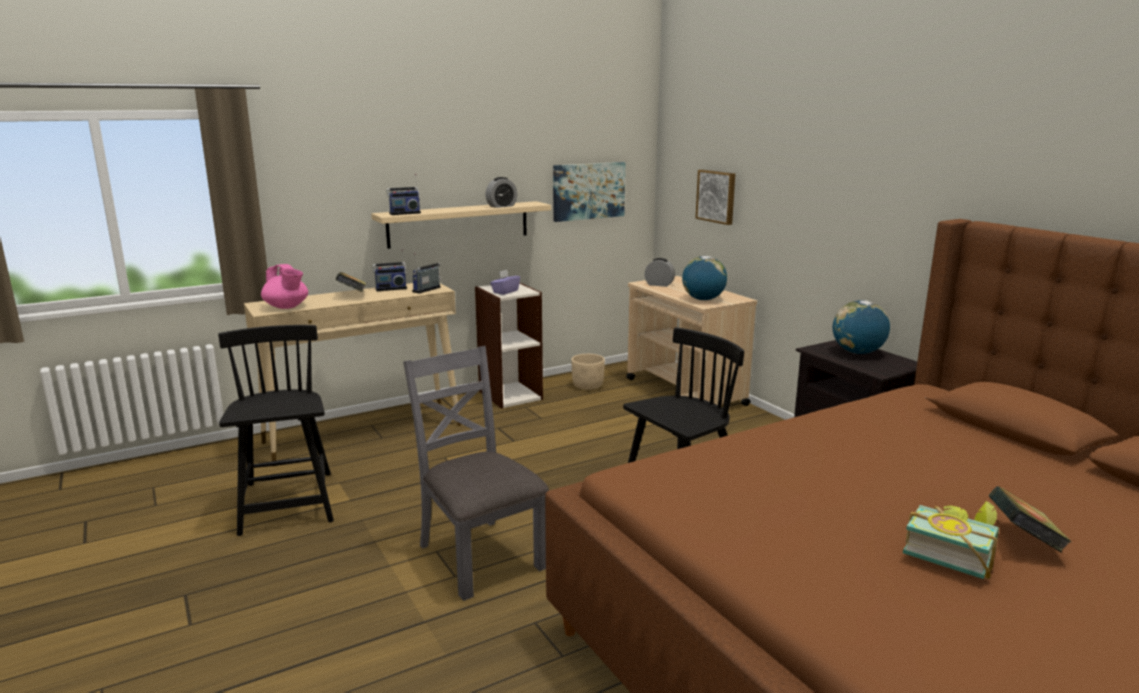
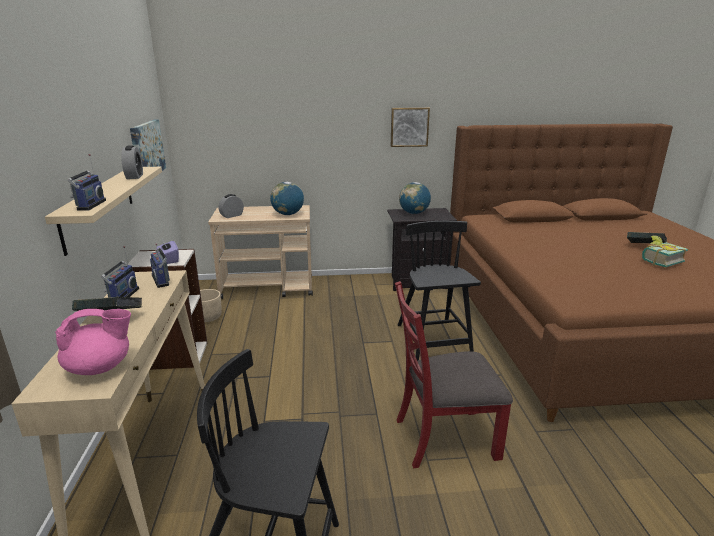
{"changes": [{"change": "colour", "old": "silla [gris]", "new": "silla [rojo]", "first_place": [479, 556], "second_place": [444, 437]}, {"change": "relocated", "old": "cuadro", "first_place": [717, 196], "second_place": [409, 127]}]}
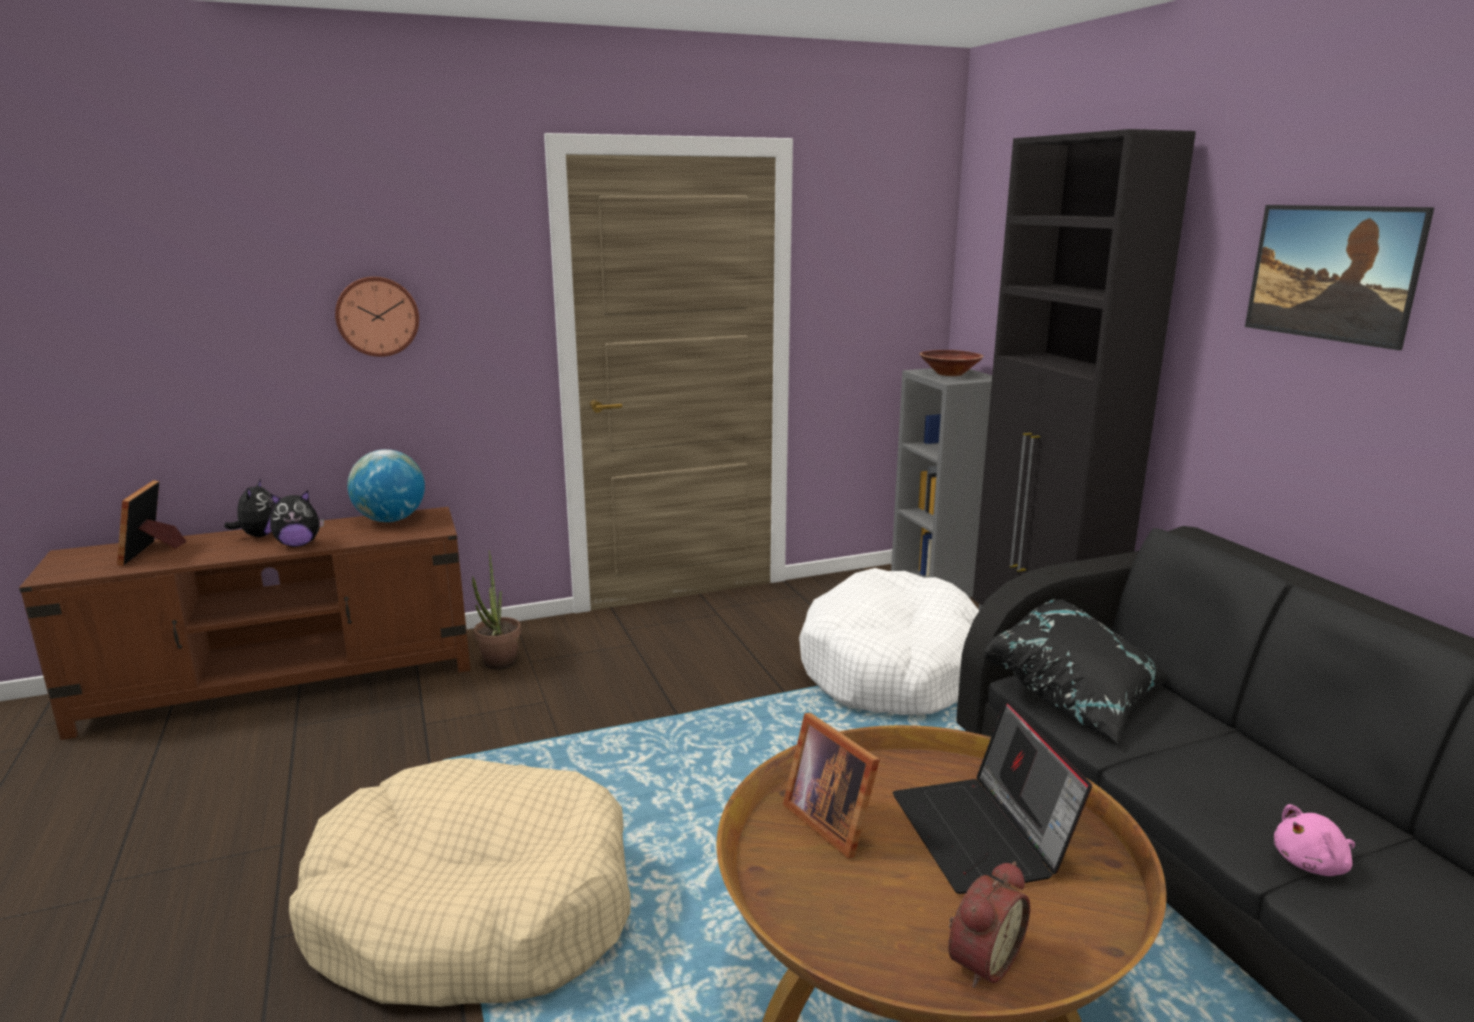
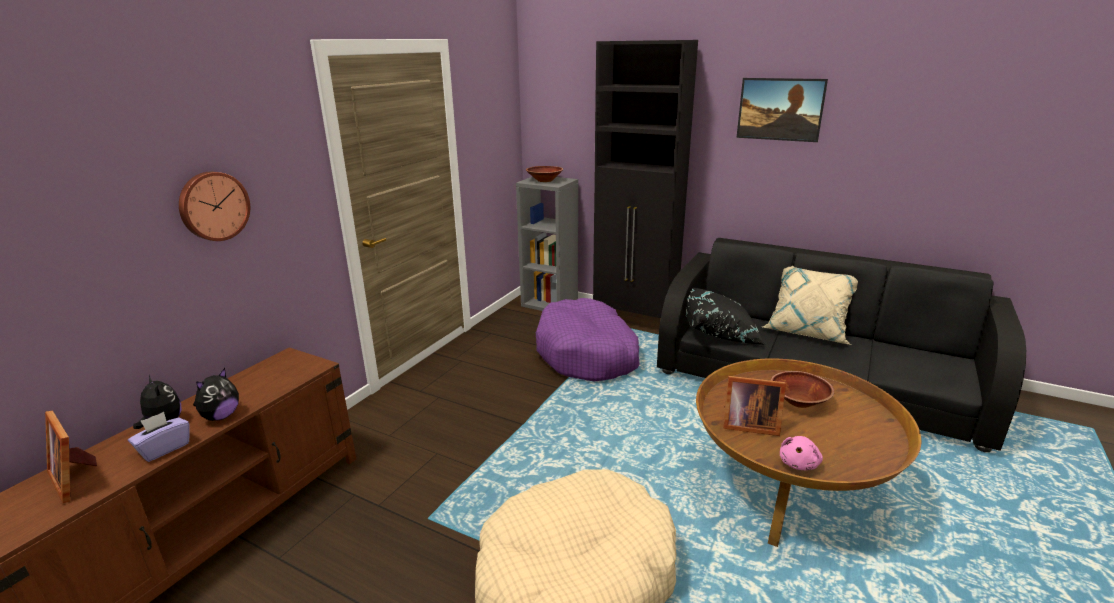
{"changes": [{"change": "missing", "old": "globo terráqueo", "first_place": [390, 520]}, {"change": "missing", "old": "planta en maceta", "first_place": [498, 666]}, {"change": "colour", "old": "cama para perro [blanco]", "new": "cama para perro [morado]", "first_place": [891, 668], "second_place": [587, 354]}, {"change": "exchanged", "old": "portátil", "new": "cuenco [marrón]", "first_place": [983, 835], "second_place": [799, 401]}, {"change": "missing", "old": "despertador", "first_place": [980, 960]}, {"change": "relocated", "old": "peluche [rosa]", "first_place": [1312, 864], "second_place": [799, 463]}, {"change": "appeared", "new": "caja de pañuelos [morado]", "second_place": [164, 448]}, {"change": "appeared", "new": "cojín [beis]", "second_place": [807, 331]}]}
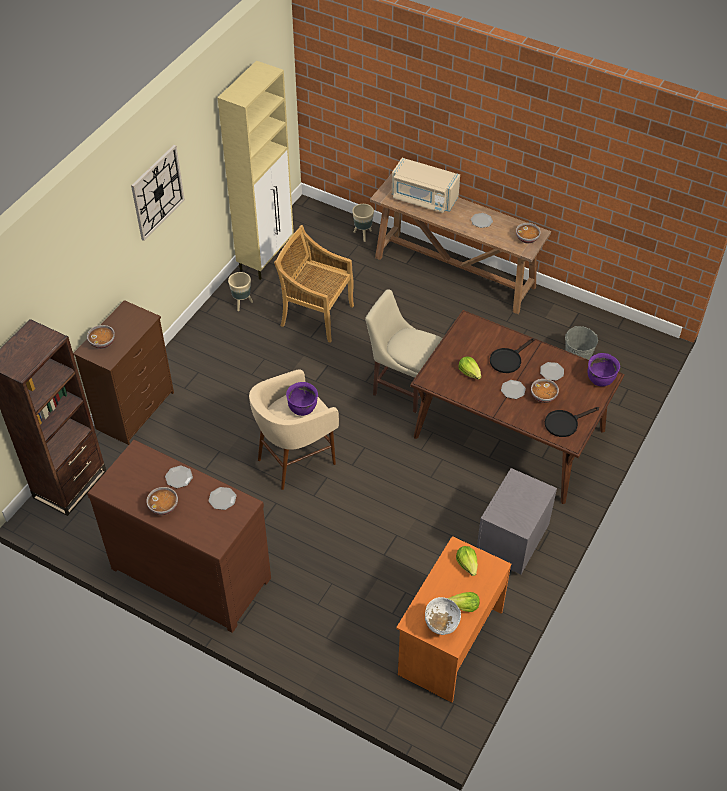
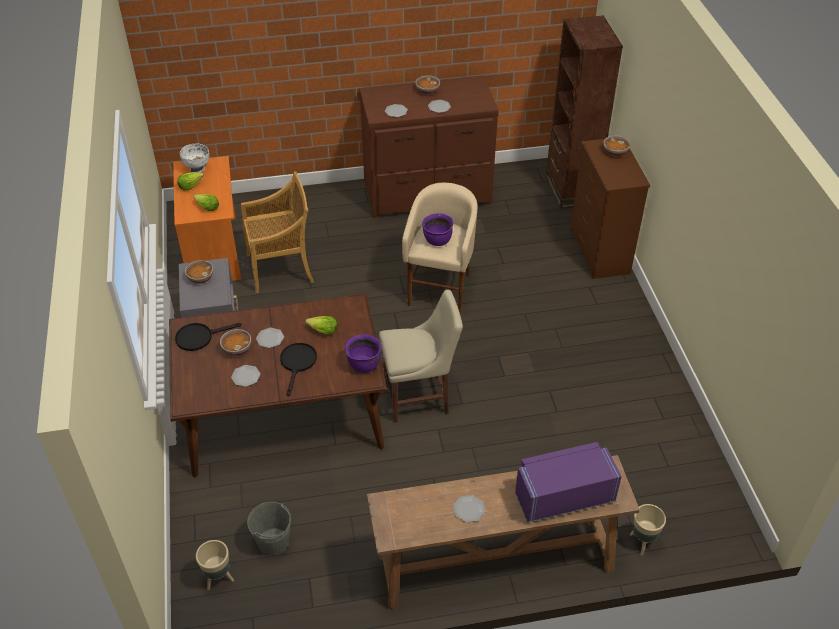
{"changes": [{"change": "missing", "old": "reloj de pared", "first_place": [157, 192]}, {"change": "missing", "old": "armario [beis]", "first_place": [266, 257]}, {"change": "relocated", "old": "maceta [beis]", "first_place": [242, 304], "second_place": [218, 579]}, {"change": "relocated", "old": "silla [beis]", "first_place": [316, 315], "second_place": [281, 268]}, {"change": "colour", "old": "microondas [beis]", "new": "microondas [morado]", "first_place": [424, 198], "second_place": [563, 496]}, {"change": "relocated", "old": "cuenco", "first_place": [527, 239], "second_place": [200, 278]}, {"change": "spun", "old": "sartén [negro]", "first_place": [565, 423], "second_place": [199, 337], "degrees": -135}, {"change": "relocated", "old": "olla [morado]", "first_place": [600, 380], "second_place": [364, 365]}]}
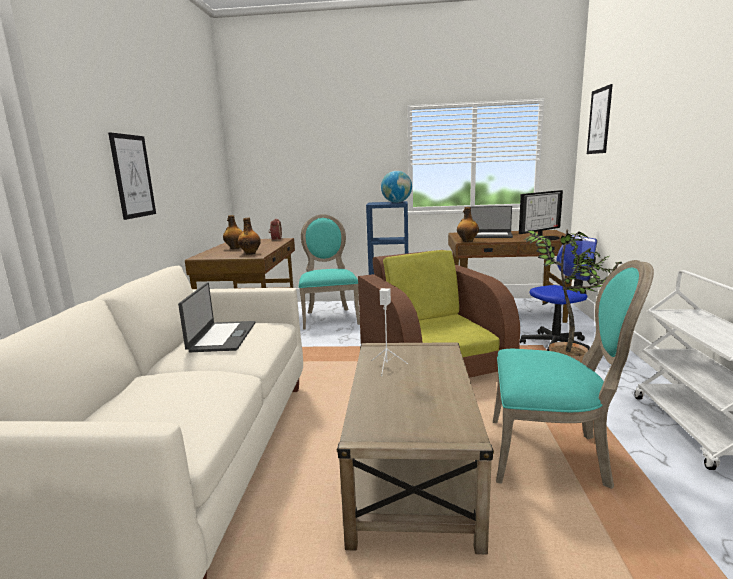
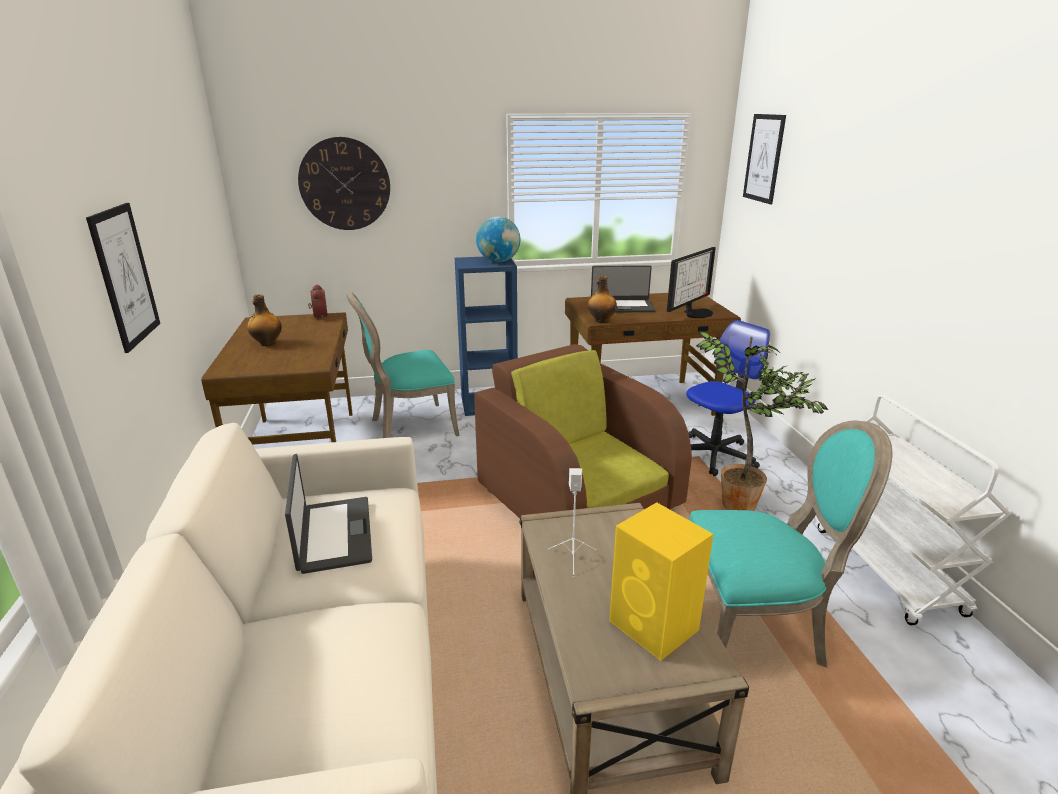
{"changes": [{"change": "missing", "old": "botella", "first_place": [250, 253]}, {"change": "spun", "old": "silla [turquesa]", "first_place": [329, 317], "second_place": [410, 426], "degrees": -90}, {"change": "appeared", "new": "reloj de pared", "second_place": [345, 184]}, {"change": "appeared", "new": "altavoz [amarillo]", "second_place": [655, 626]}]}
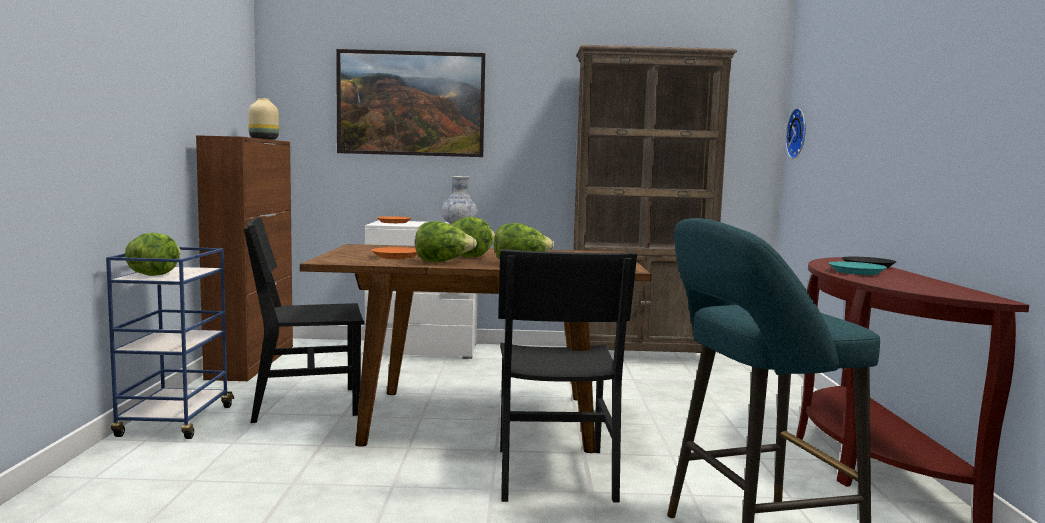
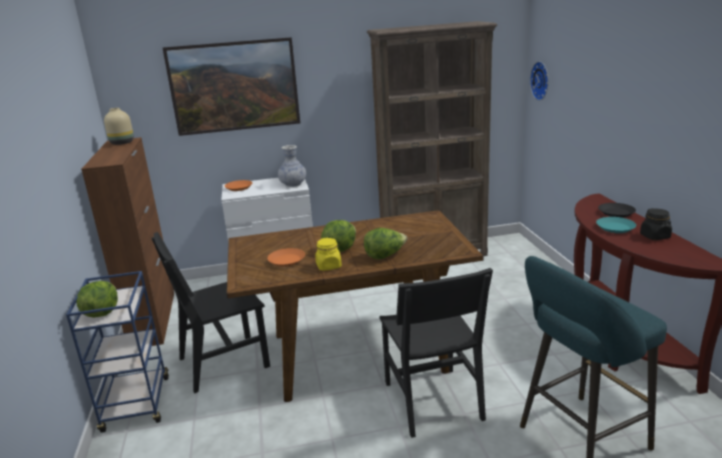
{"changes": [{"change": "exchanged", "old": "lechuga", "new": "tarro [amarillo]", "first_place": [443, 262], "second_place": [329, 266]}, {"change": "appeared", "new": "tarro [negro]", "second_place": [655, 236]}]}
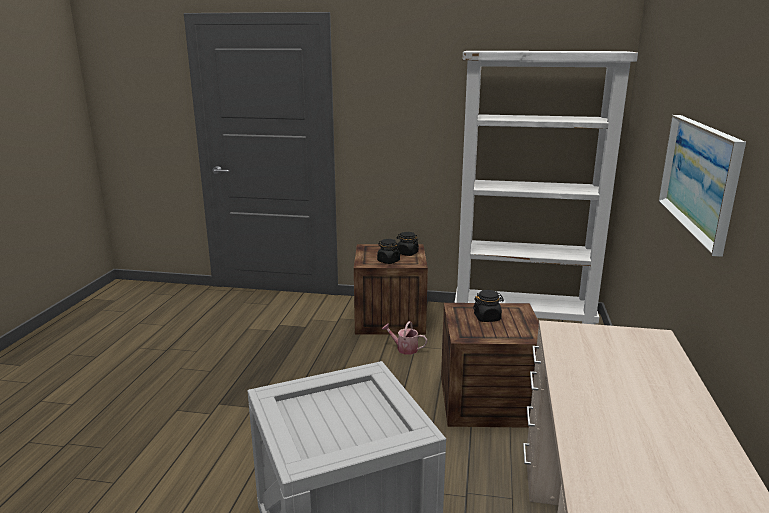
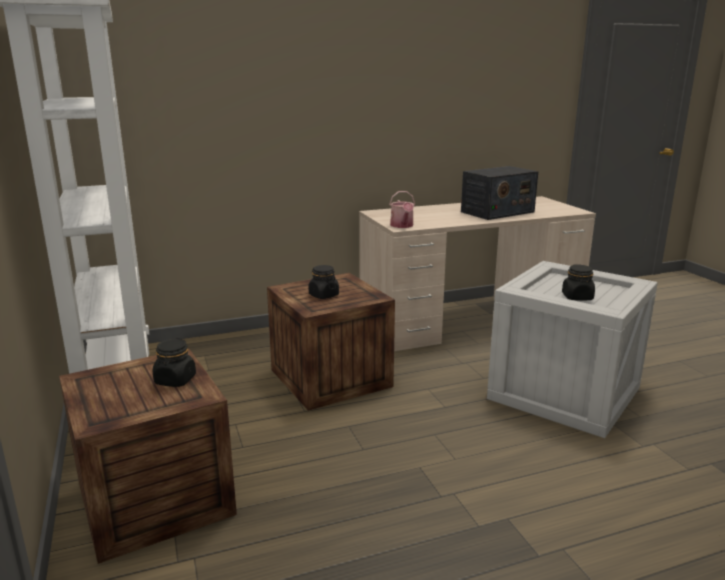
{"changes": [{"change": "relocated", "old": "regadera", "first_place": [404, 349], "second_place": [402, 226]}, {"change": "relocated", "old": "tarro [negro]", "first_place": [407, 253], "second_place": [577, 297]}, {"change": "missing", "old": "cuadro", "first_place": [699, 177]}, {"change": "appeared", "new": "radio", "second_place": [497, 212]}]}
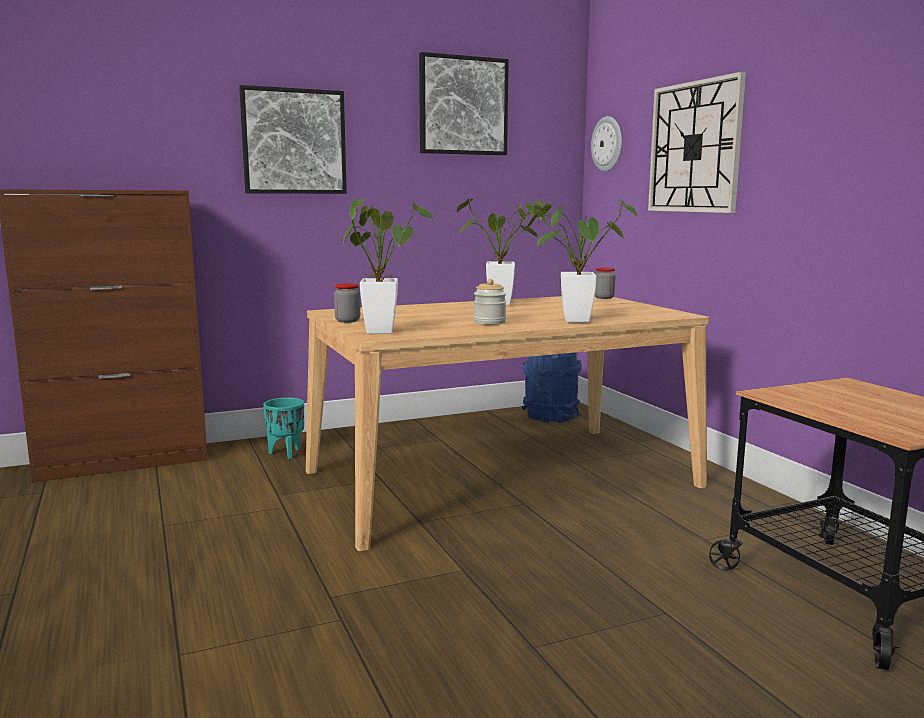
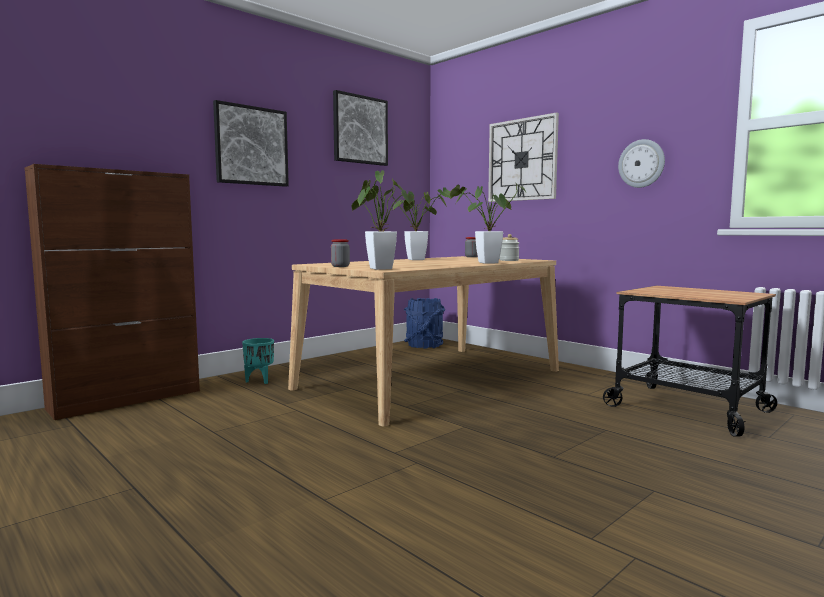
{"changes": [{"change": "relocated", "old": "tarro", "first_place": [489, 322], "second_place": [509, 260]}, {"change": "relocated", "old": "reloj de pared", "first_place": [607, 144], "second_place": [641, 163]}]}
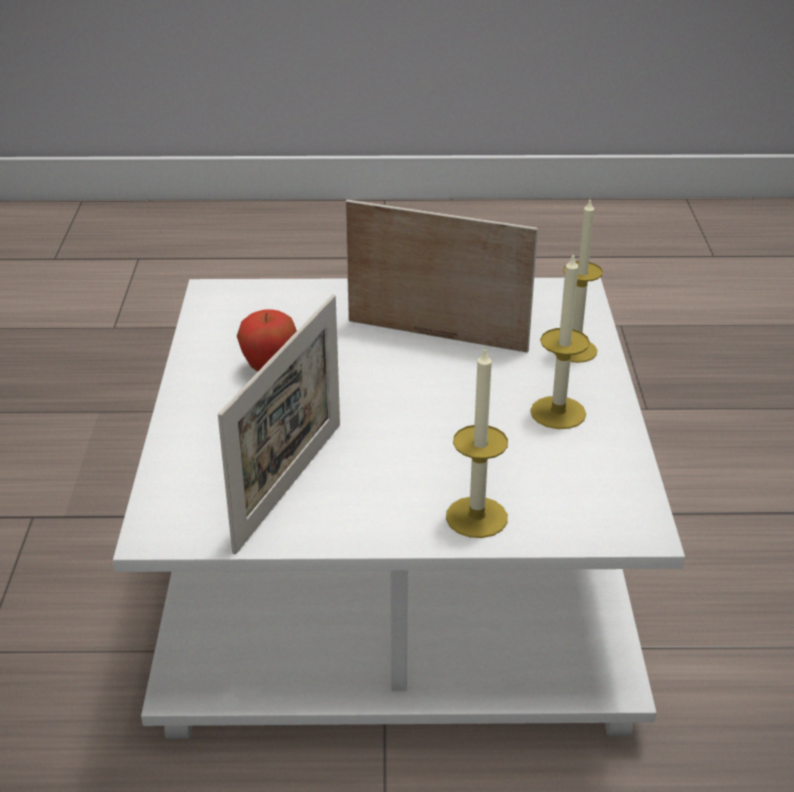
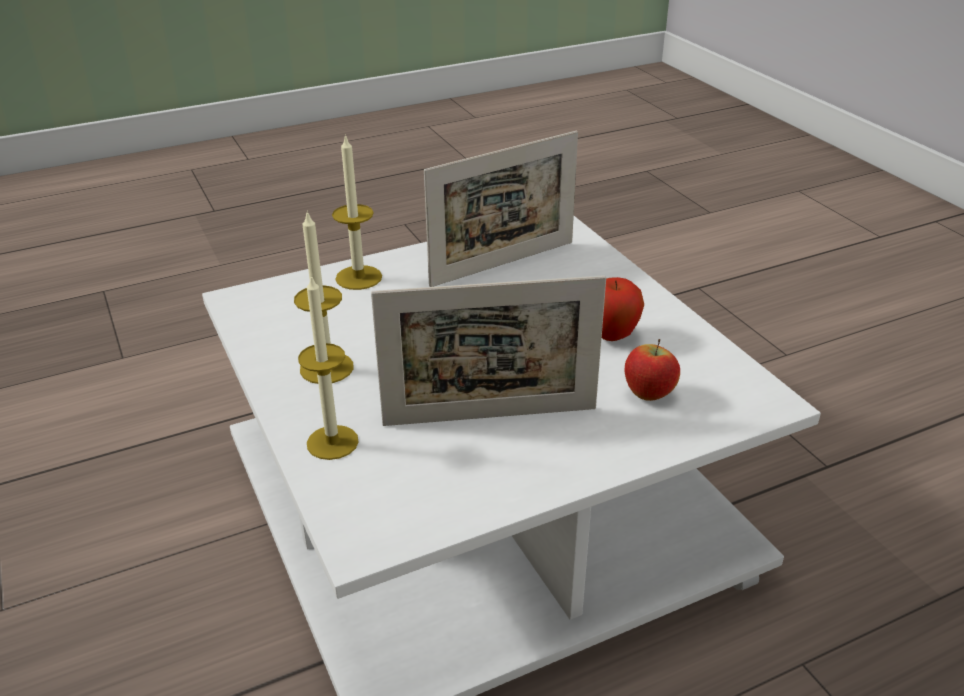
{"changes": [{"change": "spun", "old": "portarretratos", "first_place": [289, 485], "second_place": [503, 263], "degrees": -120}, {"change": "appeared", "new": "manzana", "second_place": [648, 395]}]}
